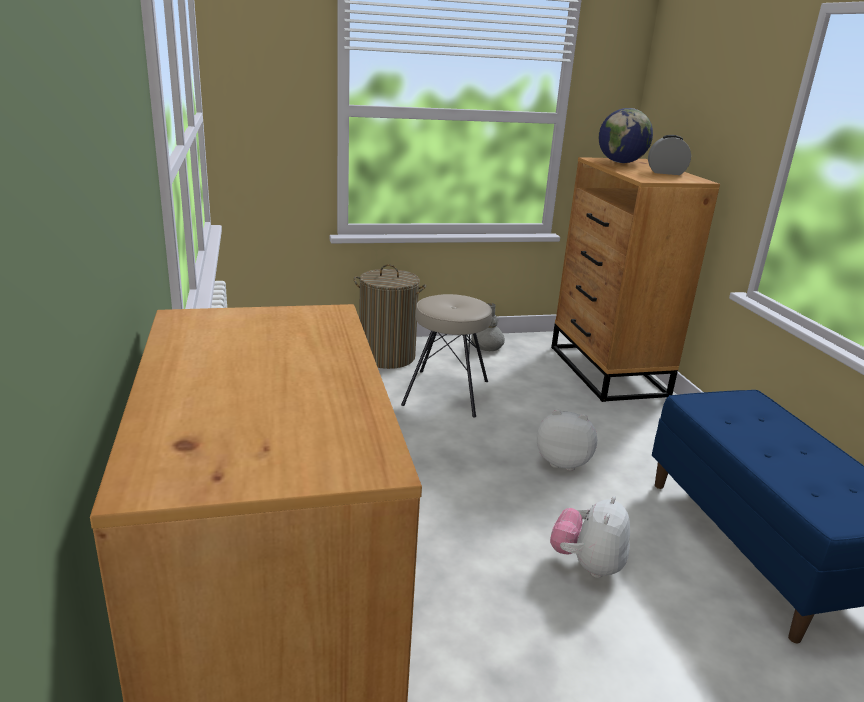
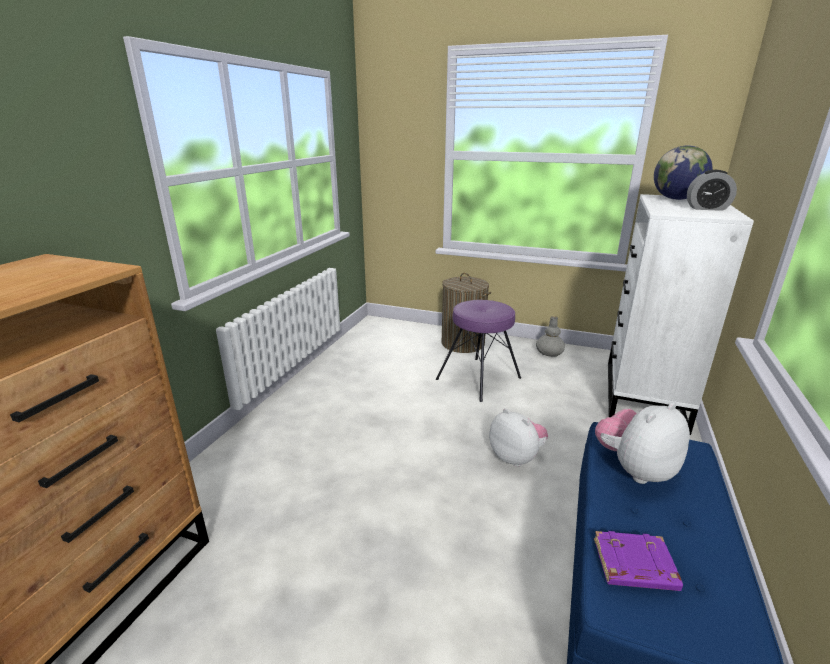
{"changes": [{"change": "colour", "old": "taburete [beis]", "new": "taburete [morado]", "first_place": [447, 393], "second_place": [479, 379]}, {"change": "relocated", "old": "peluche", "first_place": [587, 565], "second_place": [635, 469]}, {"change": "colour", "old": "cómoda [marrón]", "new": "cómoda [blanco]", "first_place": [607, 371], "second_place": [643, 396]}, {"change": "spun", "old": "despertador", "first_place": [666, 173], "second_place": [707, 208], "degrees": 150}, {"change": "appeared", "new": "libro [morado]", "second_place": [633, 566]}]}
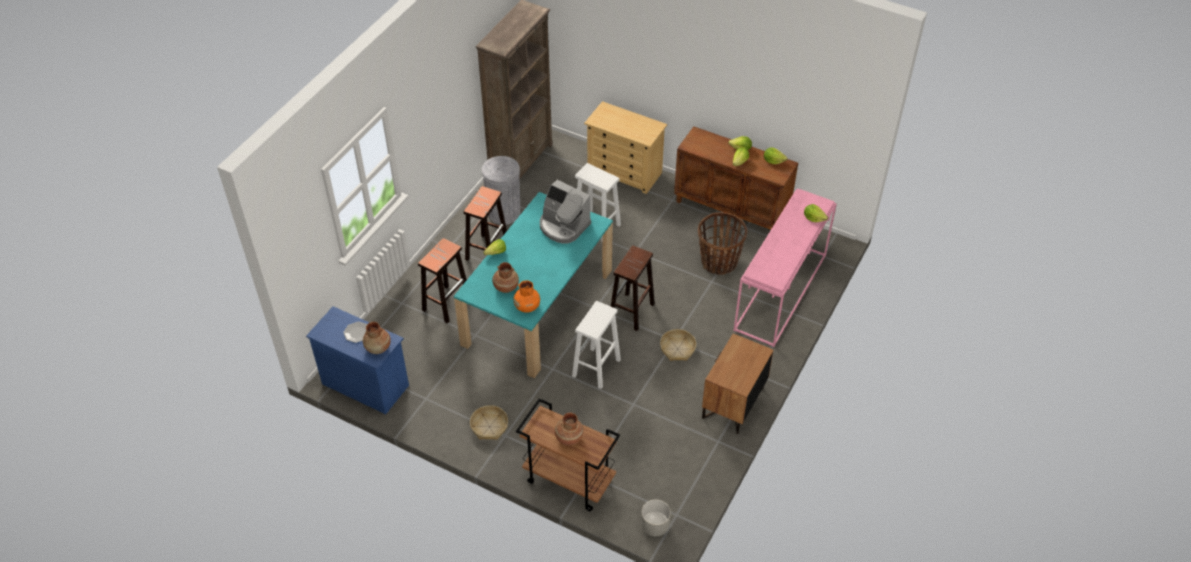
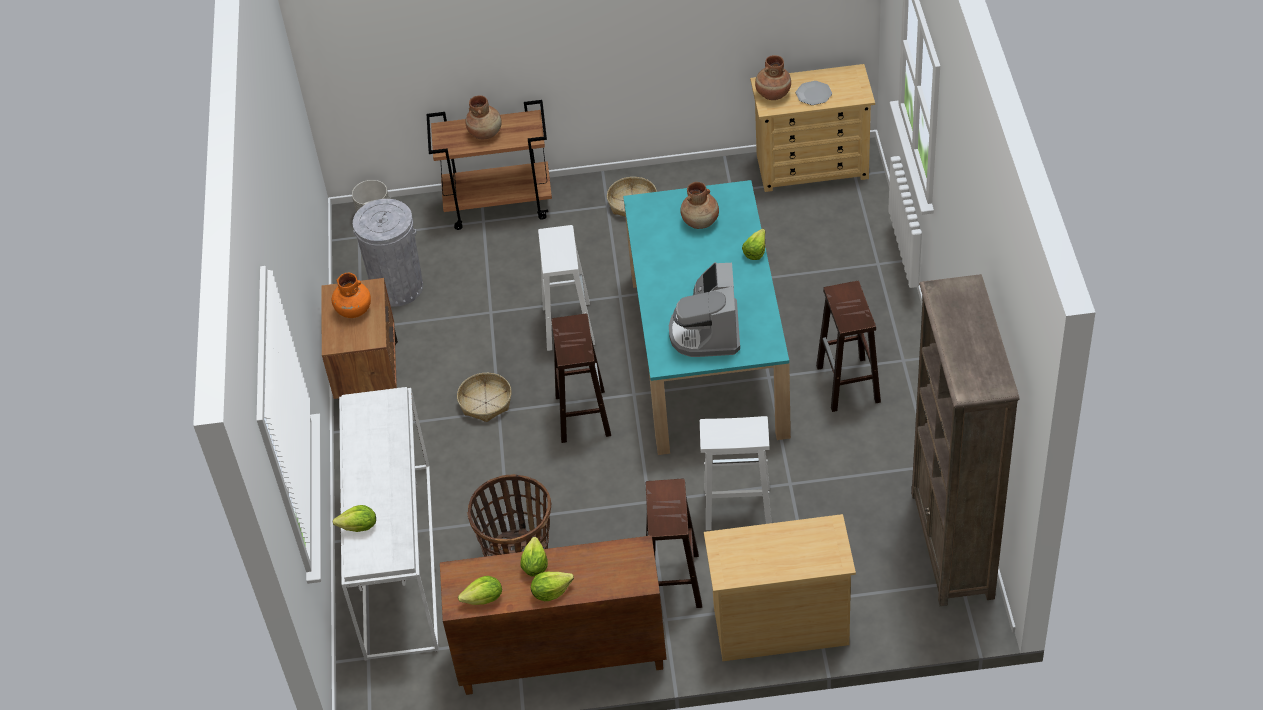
{"changes": [{"change": "colour", "old": "cómoda [azul]", "new": "cómoda [beis]", "first_place": [365, 384], "second_place": [813, 167]}, {"change": "relocated", "old": "taburete [marrón]", "first_place": [447, 303], "second_place": [674, 582]}, {"change": "relocated", "old": "papelera [gris]", "first_place": [504, 213], "second_place": [397, 287]}, {"change": "relocated", "old": "florero [naranja]", "first_place": [527, 307], "second_place": [353, 309]}, {"change": "spun", "old": "cafetera", "first_place": [563, 226], "second_place": [706, 331], "degrees": -90}, {"change": "colour", "old": "mesa consola [rosa]", "new": "mesa consola [blanco]", "first_place": [781, 293], "second_place": [396, 559]}]}
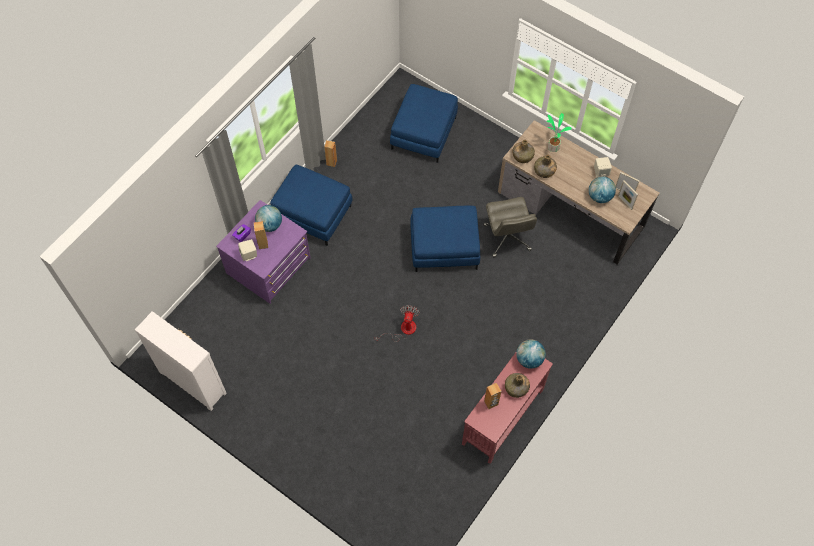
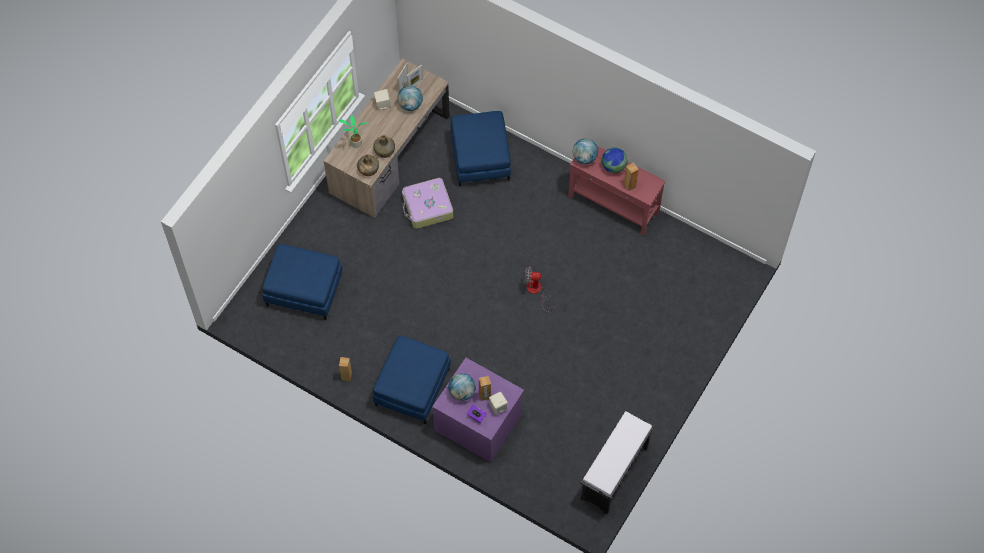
{"changes": [{"change": "exchanged", "old": "cómoda [blanco]", "new": "banco [negro]", "first_place": [192, 382], "second_place": [614, 474]}, {"change": "relocated", "old": "puf [azul]", "first_place": [444, 247], "second_place": [480, 158]}, {"change": "exchanged", "old": "silla de oficina [gris]", "new": "maleta", "first_place": [507, 238], "second_place": [427, 207]}, {"change": "exchanged", "old": "botella [verde]", "new": "globo terráqueo", "first_place": [516, 388], "second_place": [613, 167]}]}
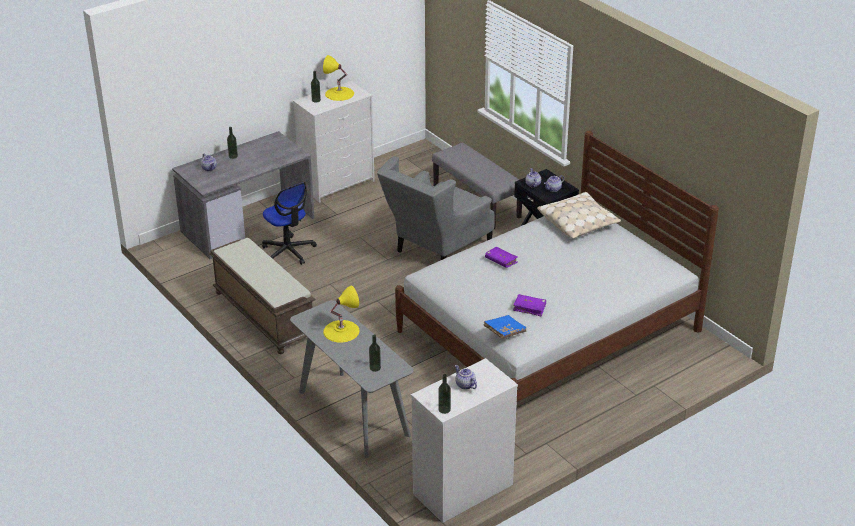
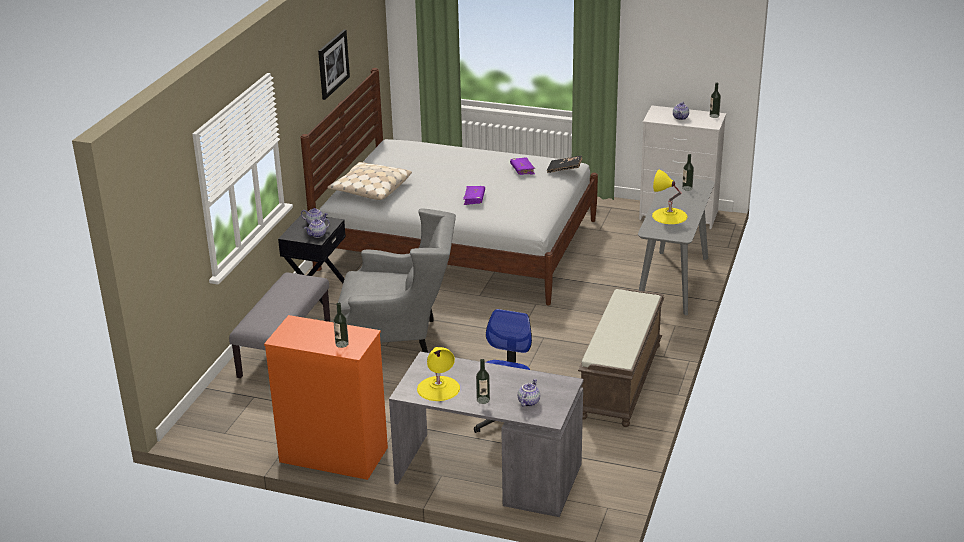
{"changes": [{"change": "colour", "old": "cómoda [blanco]", "new": "cómoda [naranja]", "first_place": [337, 183], "second_place": [332, 454]}, {"change": "relocated", "old": "lámpara de mesa [amarillo]", "first_place": [339, 93], "second_place": [438, 388]}, {"change": "colour", "old": "libro [azul]", "new": "libro [negro]", "first_place": [504, 332], "second_place": [564, 170]}, {"change": "appeared", "new": "cuadro", "second_place": [332, 64]}]}
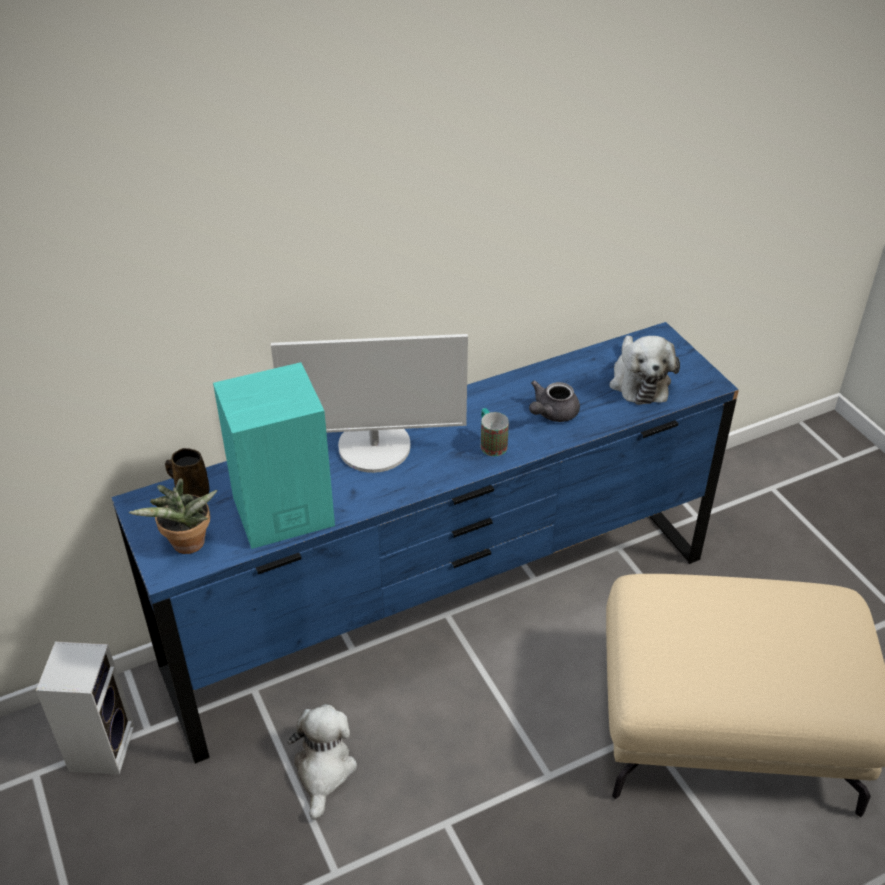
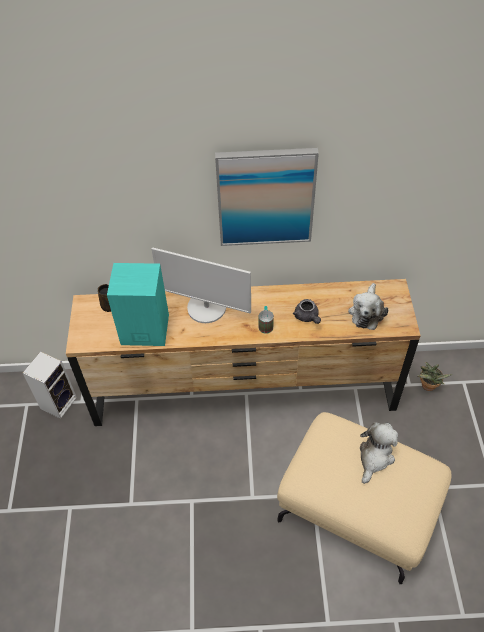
{"changes": [{"change": "colour", "old": "cómoda [azul]", "new": "cómoda [marrón]", "first_place": [442, 612], "second_place": [244, 391]}, {"change": "relocated", "old": "planta en maceta", "first_place": [187, 546], "second_place": [427, 387]}, {"change": "relocated", "old": "peluche", "first_place": [323, 770], "second_place": [375, 456]}, {"change": "spun", "old": "tetera [gris]", "first_place": [552, 413], "second_place": [307, 317], "degrees": -90}, {"change": "appeared", "new": "cuadro", "second_place": [265, 197]}]}
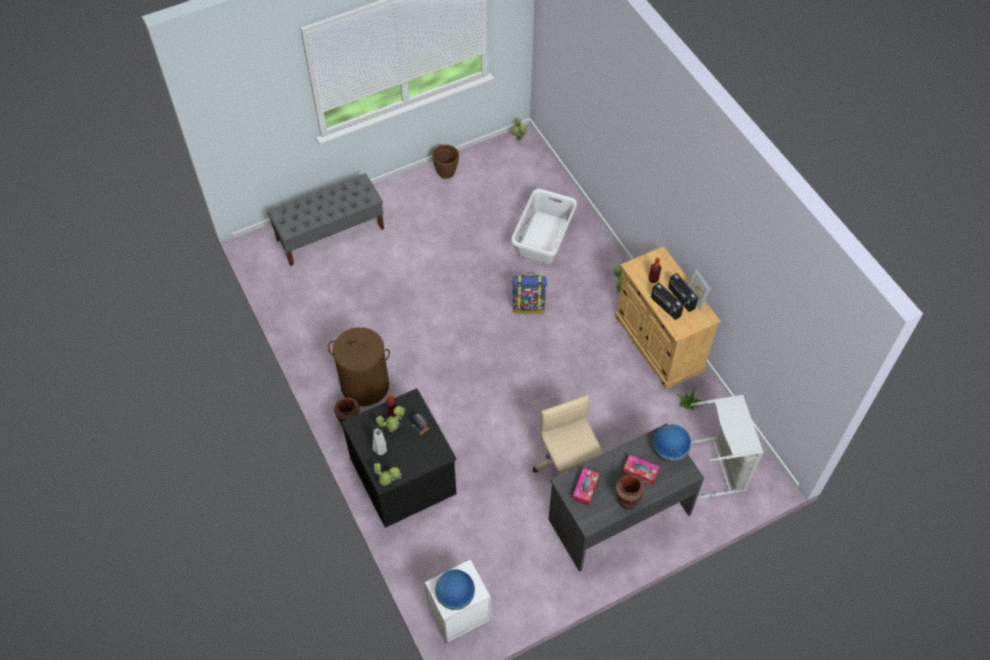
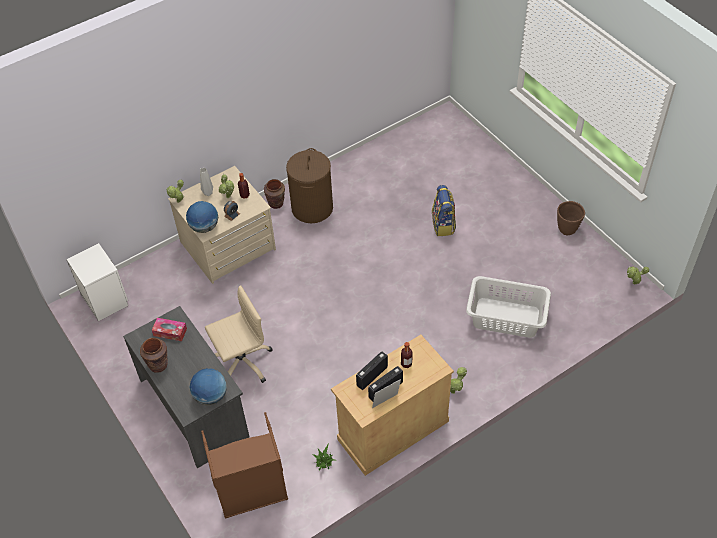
{"changes": [{"change": "missing", "old": "banco [gris]", "first_place": [330, 233]}, {"change": "colour", "old": "cómoda [negro]", "new": "cómoda [beis]", "first_place": [404, 475], "second_place": [228, 246]}, {"change": "relocated", "old": "globo terráqueo", "first_place": [455, 596], "second_place": [204, 227]}, {"change": "relocated", "old": "mochila", "first_place": [528, 305], "second_place": [443, 225]}, {"change": "missing", "old": "caja de pañuelos", "first_place": [640, 472]}, {"change": "colour", "old": "cesto de la ropa [gris]", "new": "cesto de la ropa [marrón]", "first_place": [720, 466], "second_place": [252, 493]}]}
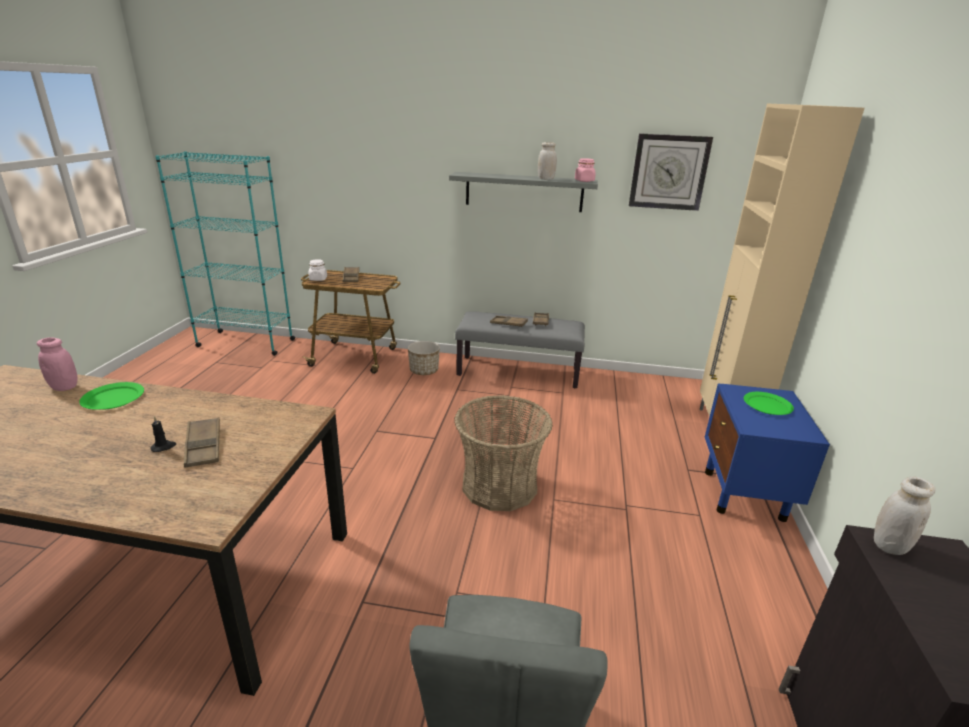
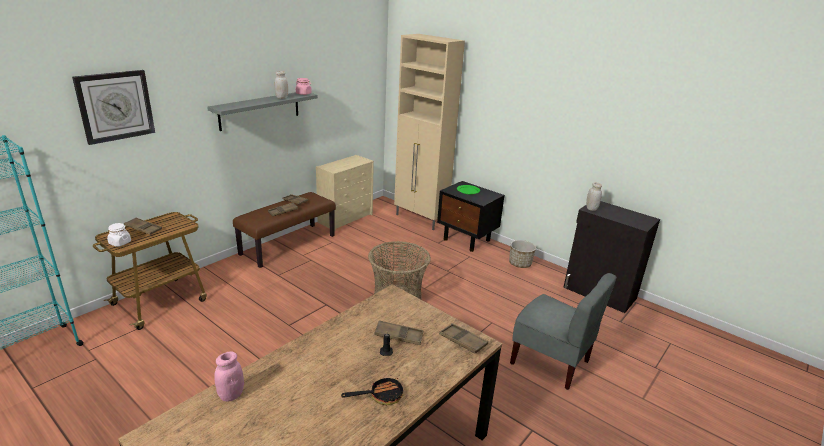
{"changes": [{"change": "missing", "old": "plato [verde]", "first_place": [113, 398]}, {"change": "relocated", "old": "maceta", "first_place": [424, 371], "second_place": [520, 264]}, {"change": "colour", "old": "banco [gris]", "new": "banco [marrón]", "first_place": [519, 371], "second_place": [288, 245]}, {"change": "relocated", "old": "reloj de pared", "first_place": [669, 172], "second_place": [115, 106]}, {"change": "colour", "old": "mesita de noche [azul]", "new": "mesita de noche [negro]", "first_place": [744, 496], "second_place": [467, 240]}, {"change": "appeared", "new": "cómoda [beis]", "second_place": [346, 218]}, {"change": "appeared", "new": "sartén", "second_place": [381, 396]}, {"change": "appeared", "new": "bandeja [marrón]", "second_place": [462, 341]}]}
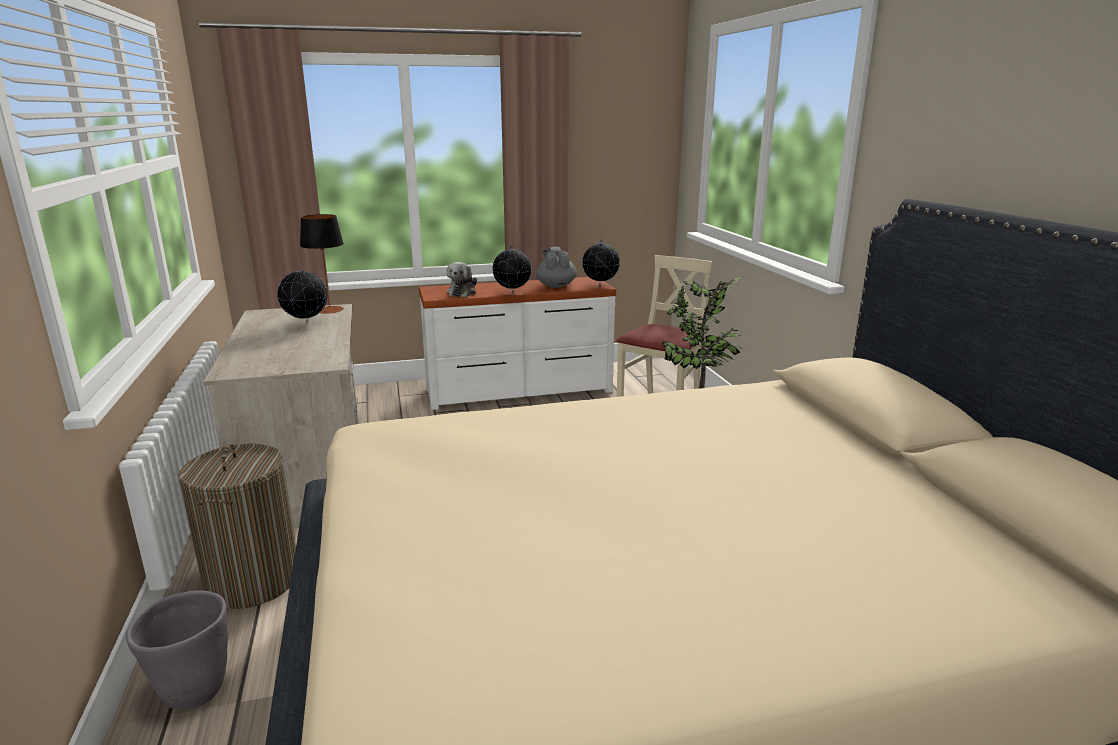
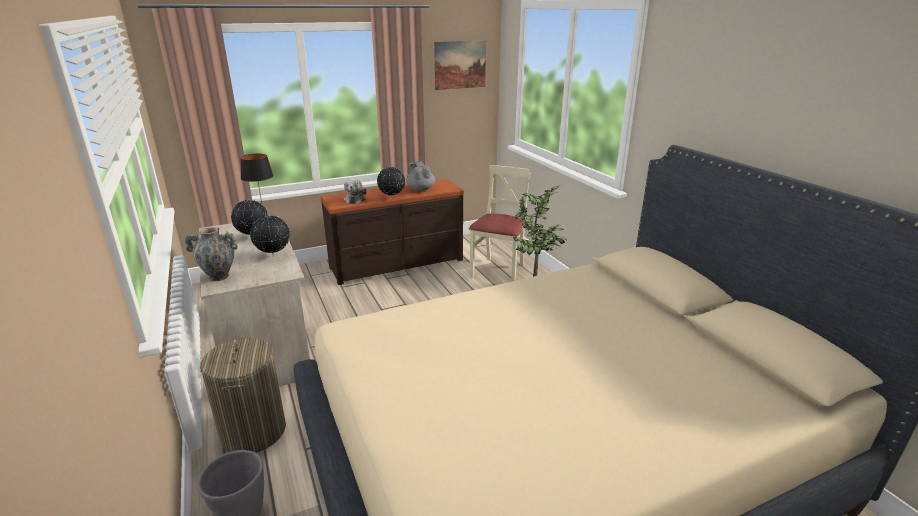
{"changes": [{"change": "colour", "old": "cómoda [blanco]", "new": "cómoda [marrón]", "first_place": [519, 391], "second_place": [397, 264]}, {"change": "relocated", "old": "globo terráqueo", "first_place": [600, 286], "second_place": [274, 256]}, {"change": "appeared", "new": "florero", "second_place": [219, 277]}, {"change": "appeared", "new": "cuadro", "second_place": [460, 65]}]}
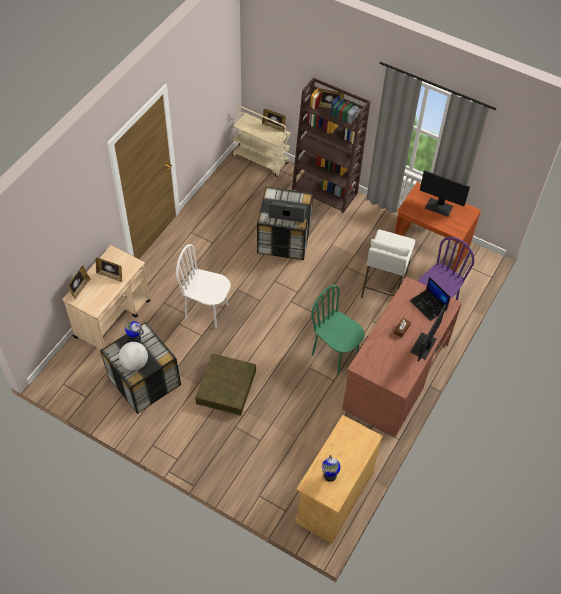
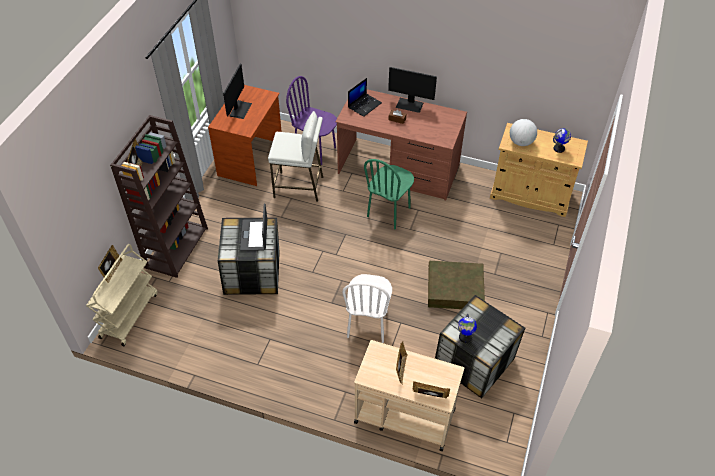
{"changes": [{"change": "relocated", "old": "globo terráqueo", "first_place": [134, 363], "second_place": [521, 142]}]}
